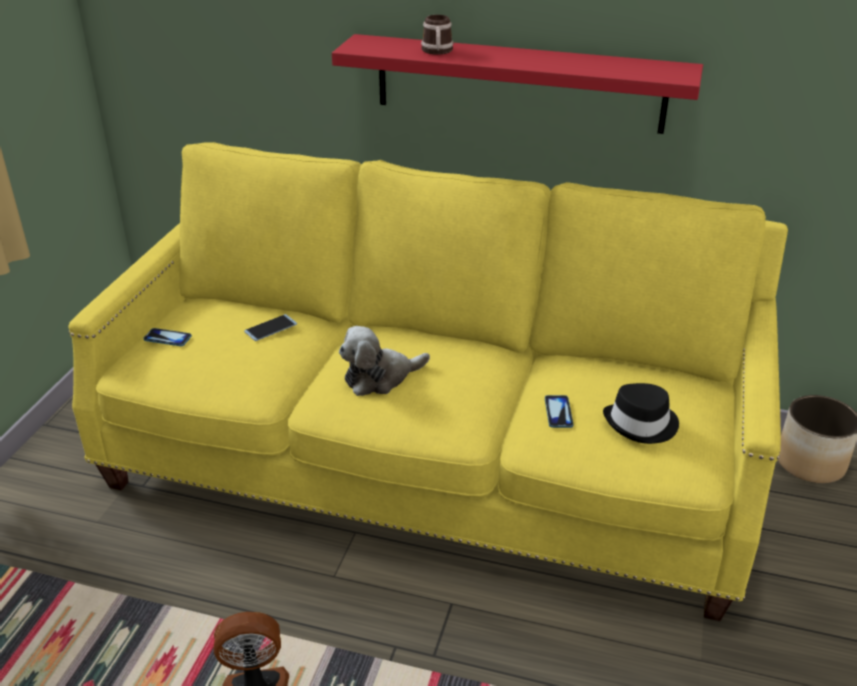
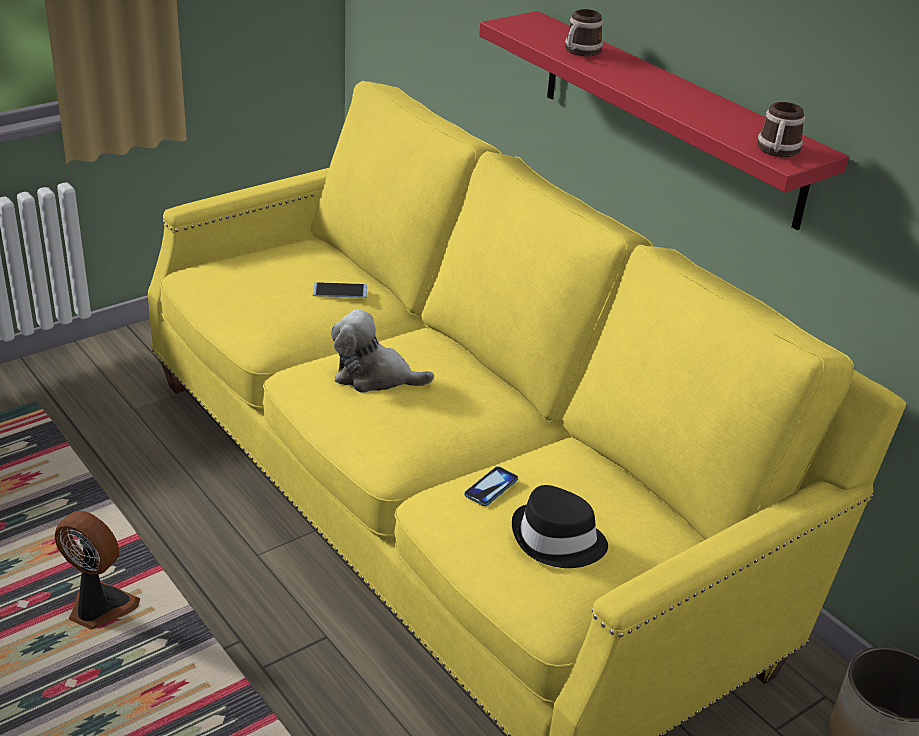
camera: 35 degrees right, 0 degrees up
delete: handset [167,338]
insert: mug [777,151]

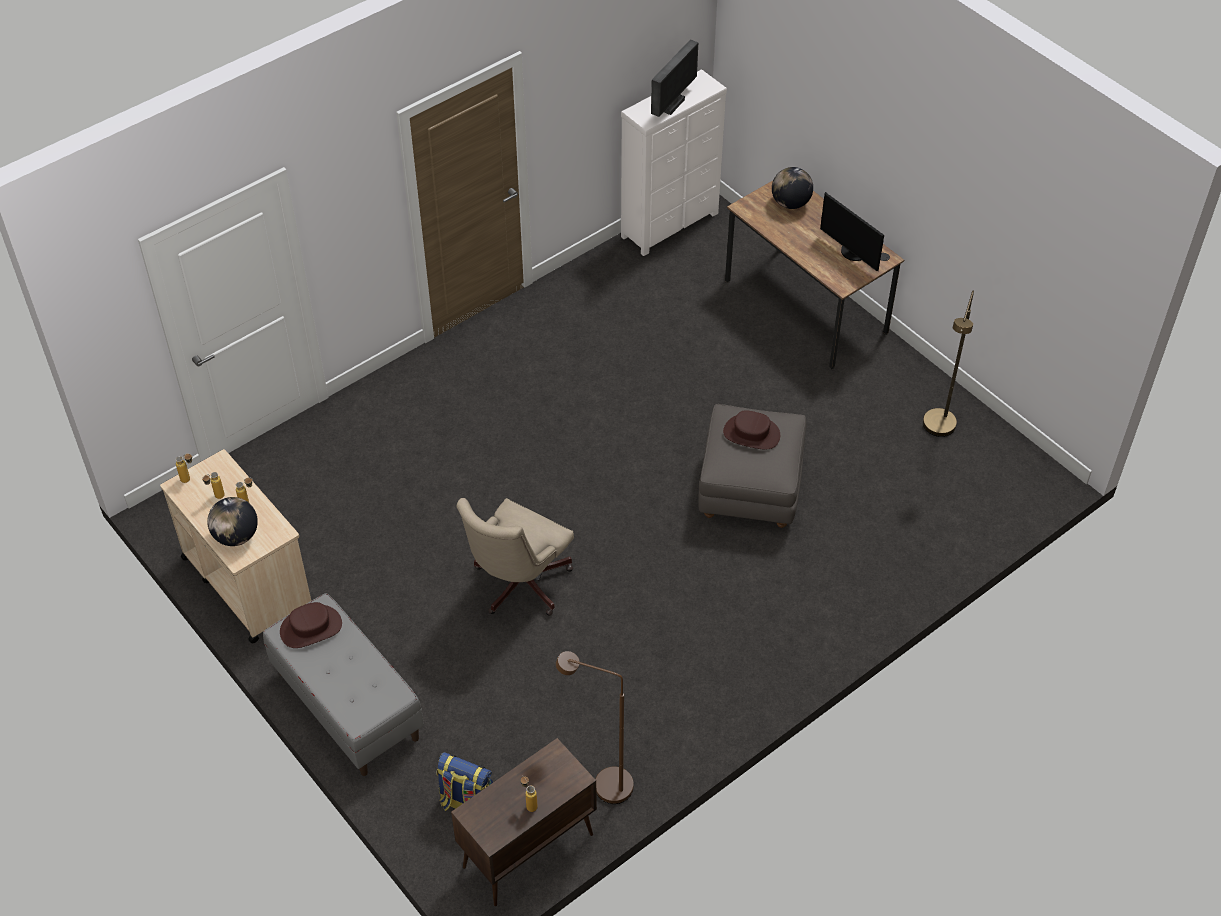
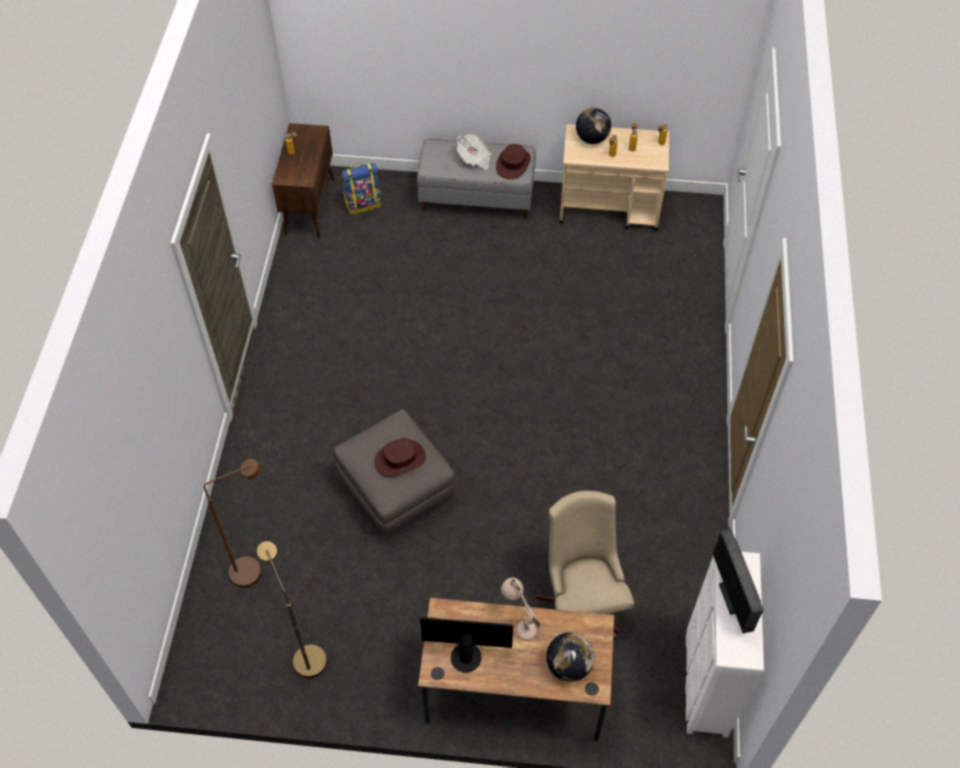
camera: 135 degrees right, 5 degrees up
insert: daily paper [474,159]; lamp for a table/sand-coloured [519,621]
move: desk chair/sand-coloured [517,585] to [581,600]; floor lamp/brown [602,785] to [253,568]

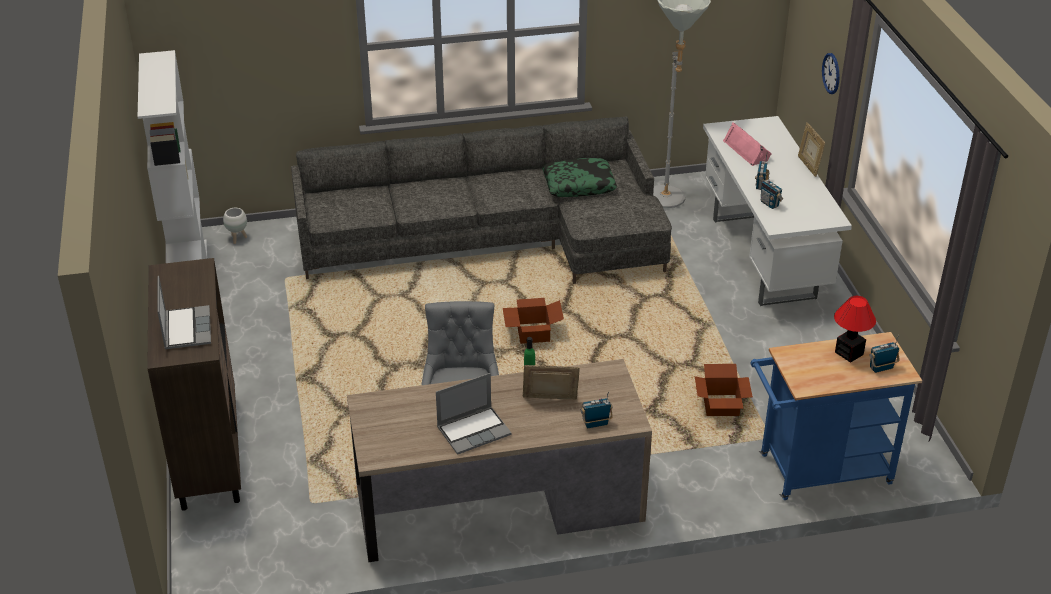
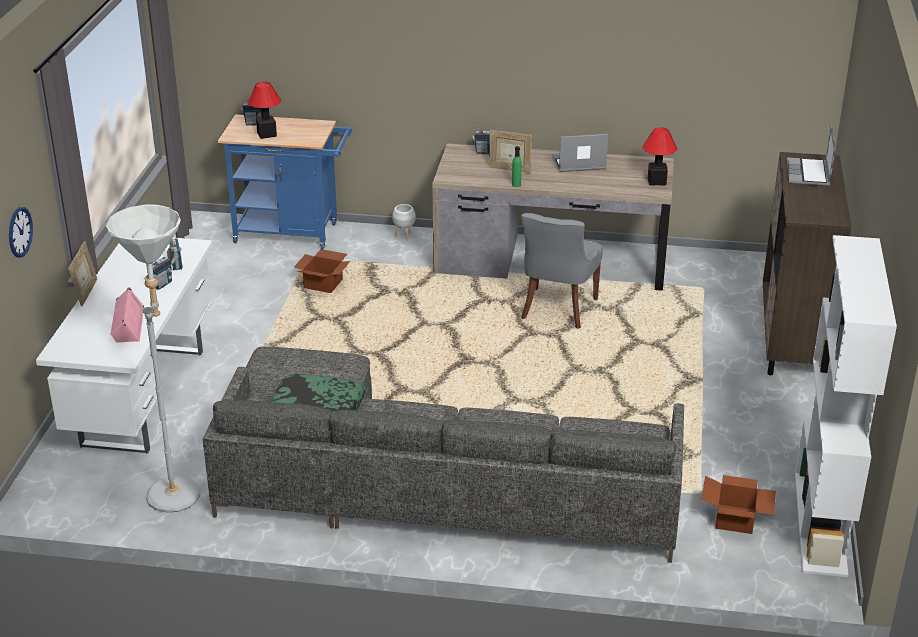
camera: 160 degrees left, 5 degrees down
insert: lamp for a table [656,181]
move: flower pot/whitish [237,239] to [404,236]; carton [532,333] to [736,520]

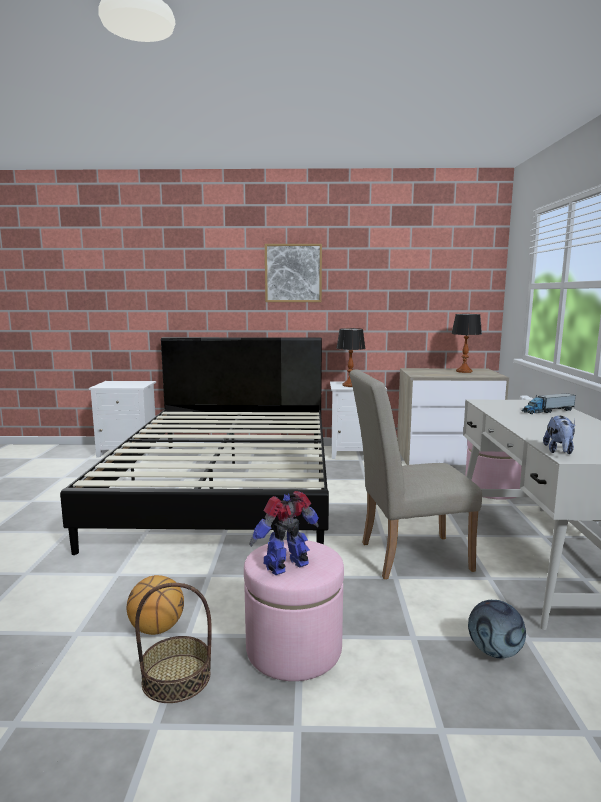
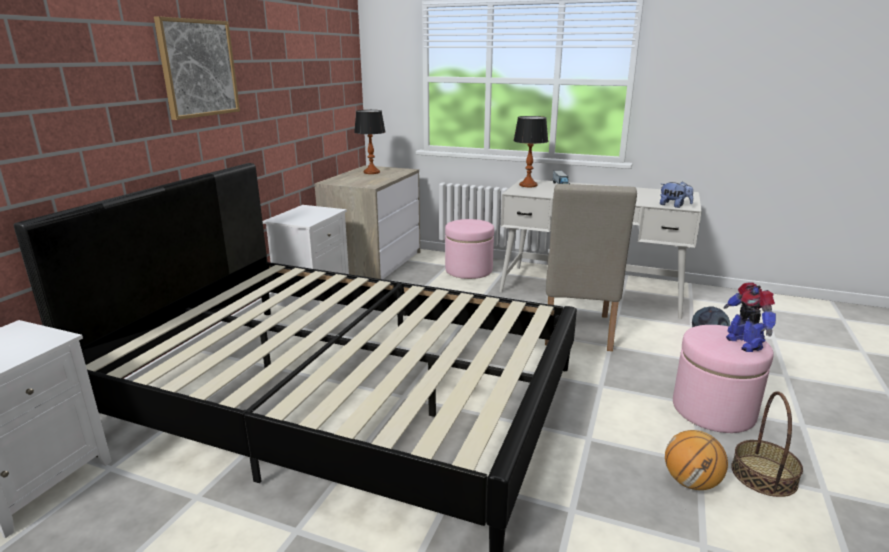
camera: 70 degrees left, 10 degrees up
move: lamp for a table [350,385] to [528,185]

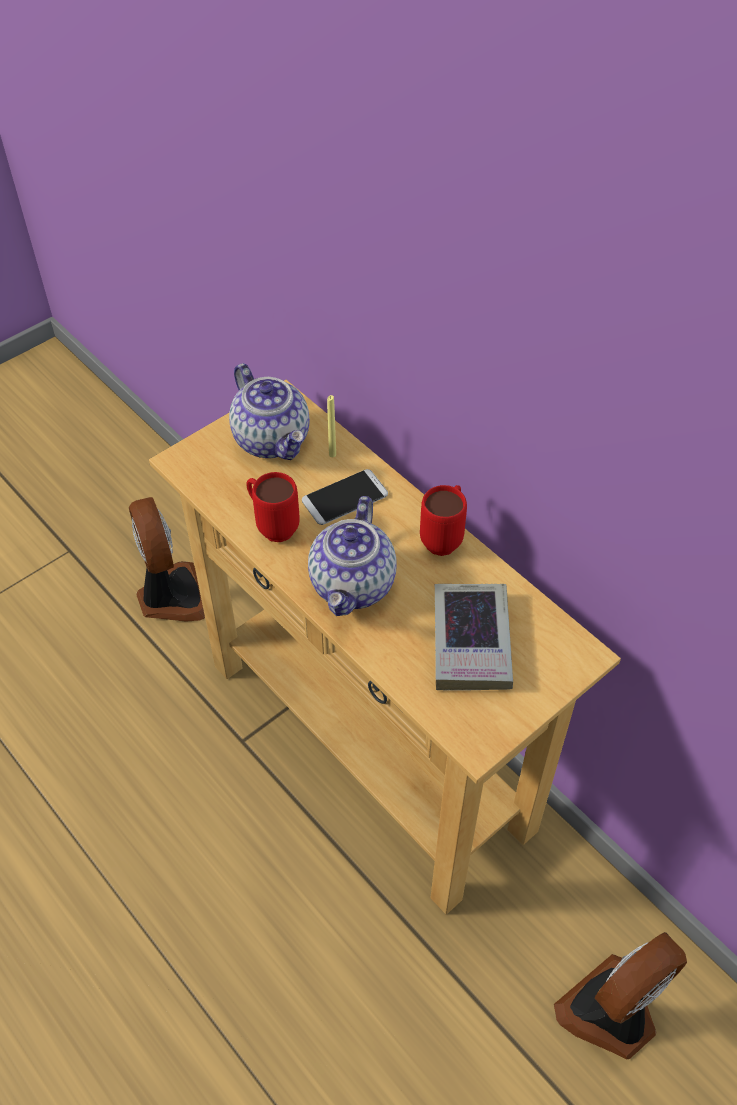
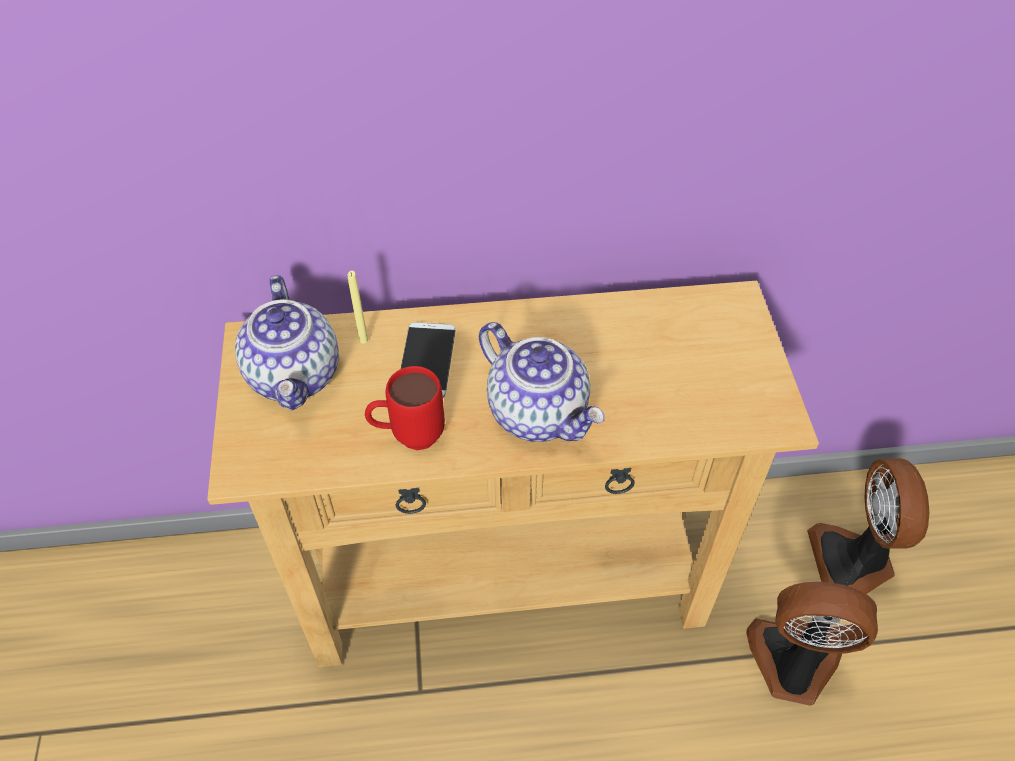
camera: 55 degrees left, 0 degrees up
delete: mug/red [444,537]; volume [471,642]
move: electric fan [171,596] to [792,664]
rotate: tea pot [273,440] = [296,375] 75 degrees clockwise

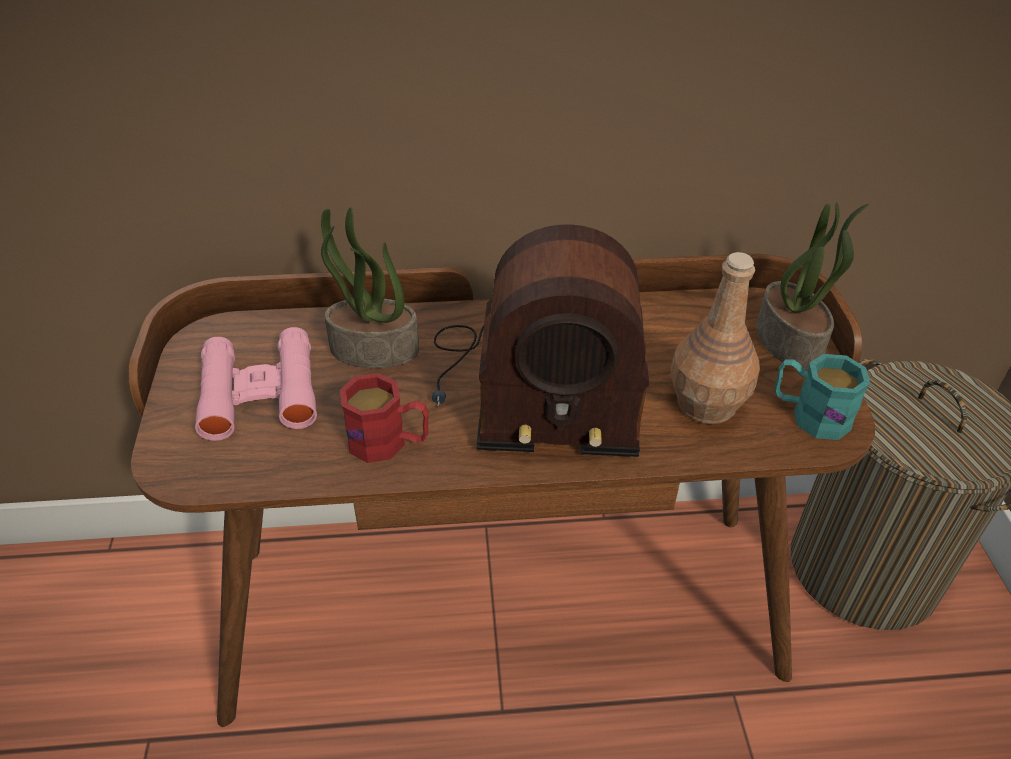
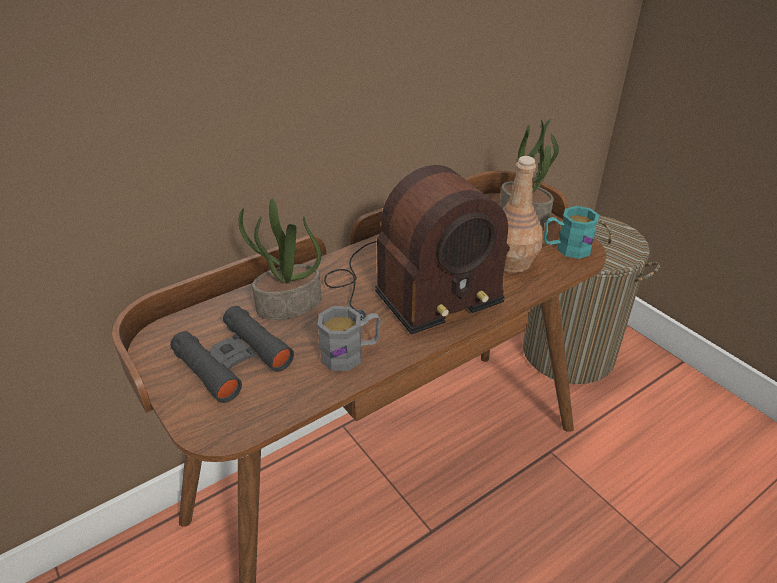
camera: 30 degrees left, 5 degrees down
recolor: field glasses/pink-coloured [259,393] to field glasses/black [233,360]; mug/red [389,442] to mug/grey [351,354]

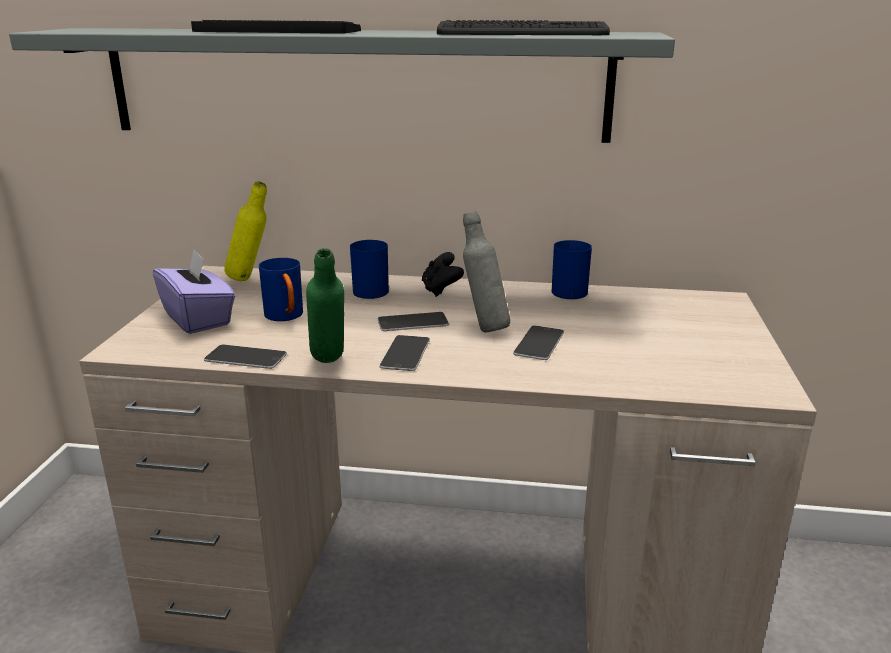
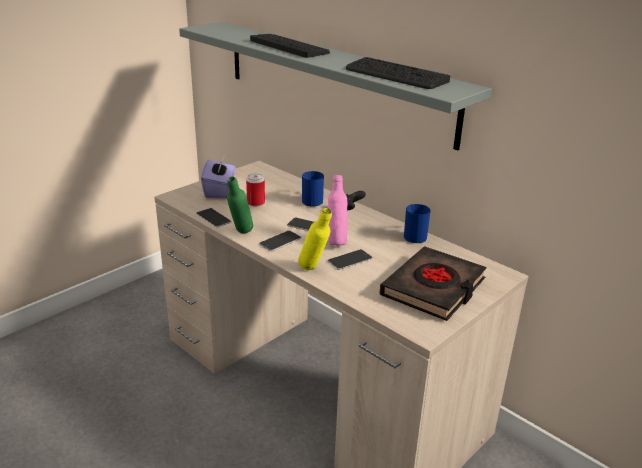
camera: 35 degrees right, 5 degrees up
insert: volume/black [433,288]
move: drink bottle/yellow-coloured [251,279] to [314,270]
replace: mug/blue-coloured [286,317] to can [256,203]
recolor: drink bottle/grey [484,328] to drink bottle/pink-coloured [336,241]

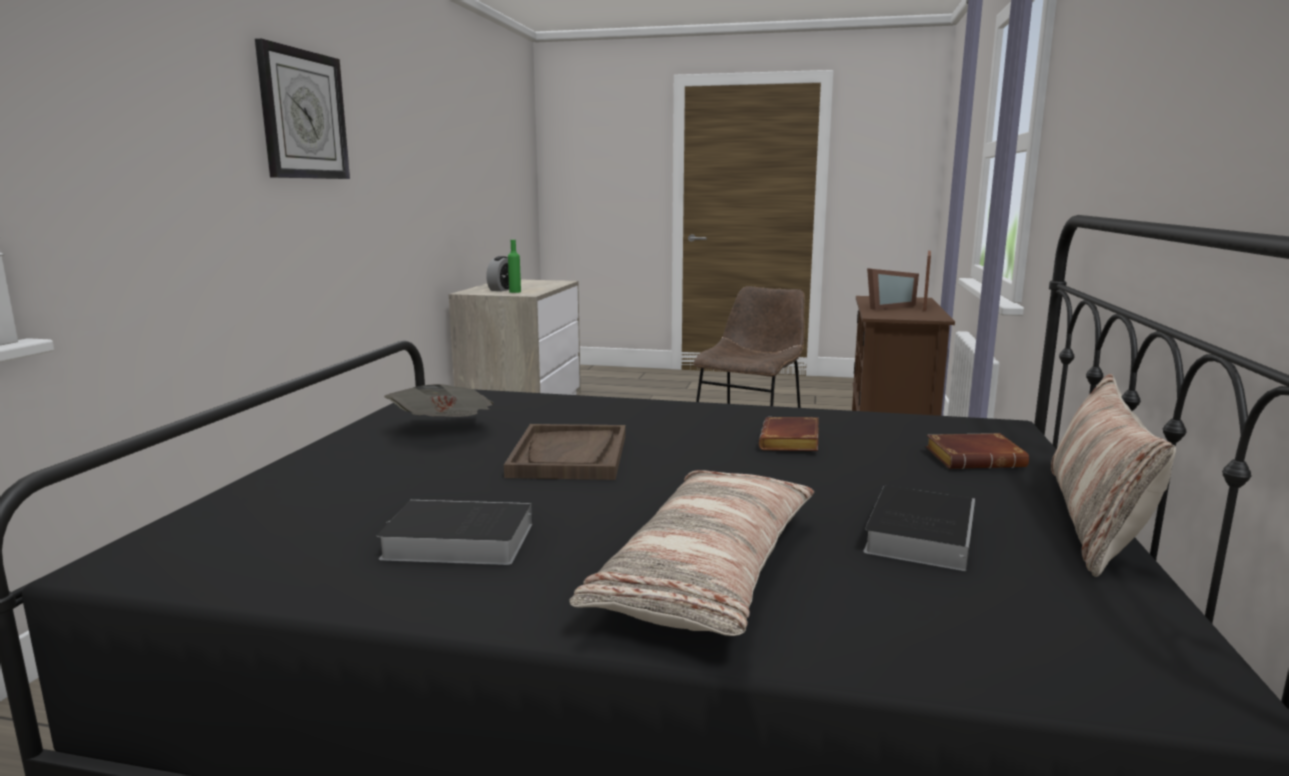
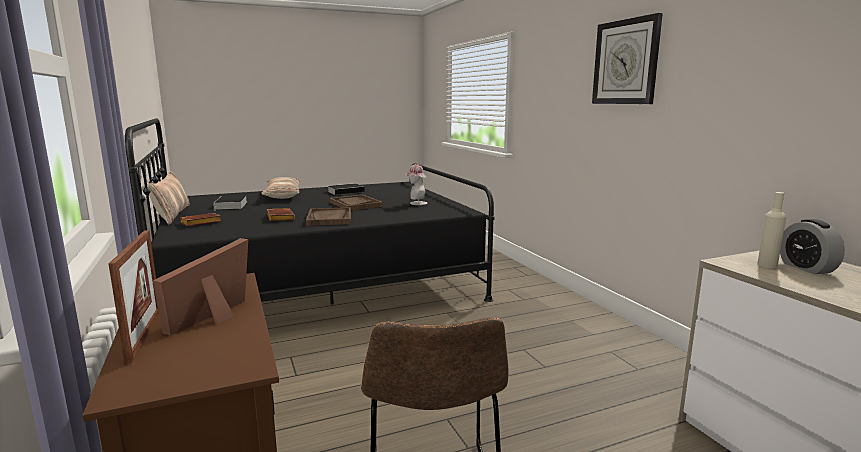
camera: 145 degrees right, 0 degrees up
insert: tray/brown [329,218]
replace: daily paper [444,430] to clothing hat [416,203]
recolor: drink bottle/green-coloured [515,292] to drink bottle/sand-coloured [767,265]

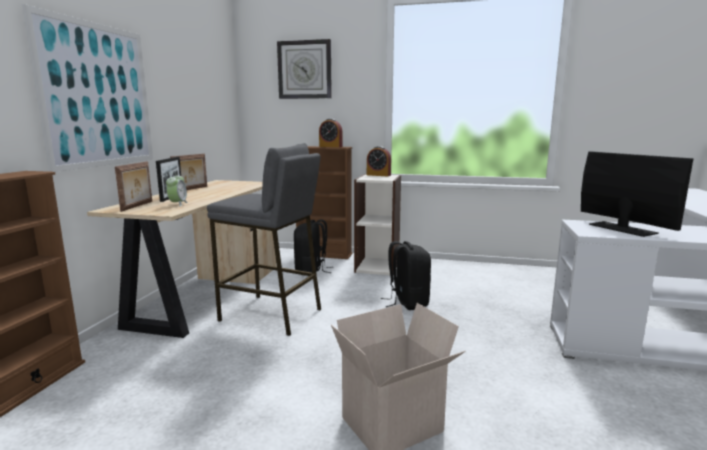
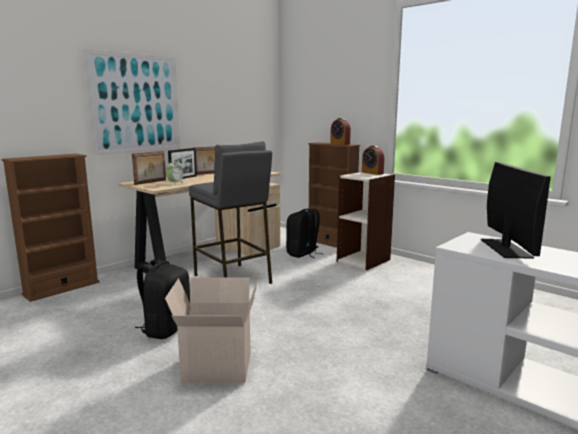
camera: 30 degrees right, 0 degrees up
delete: hanging clock [304,70]
move: knapsack/black [407,302] to [166,329]

